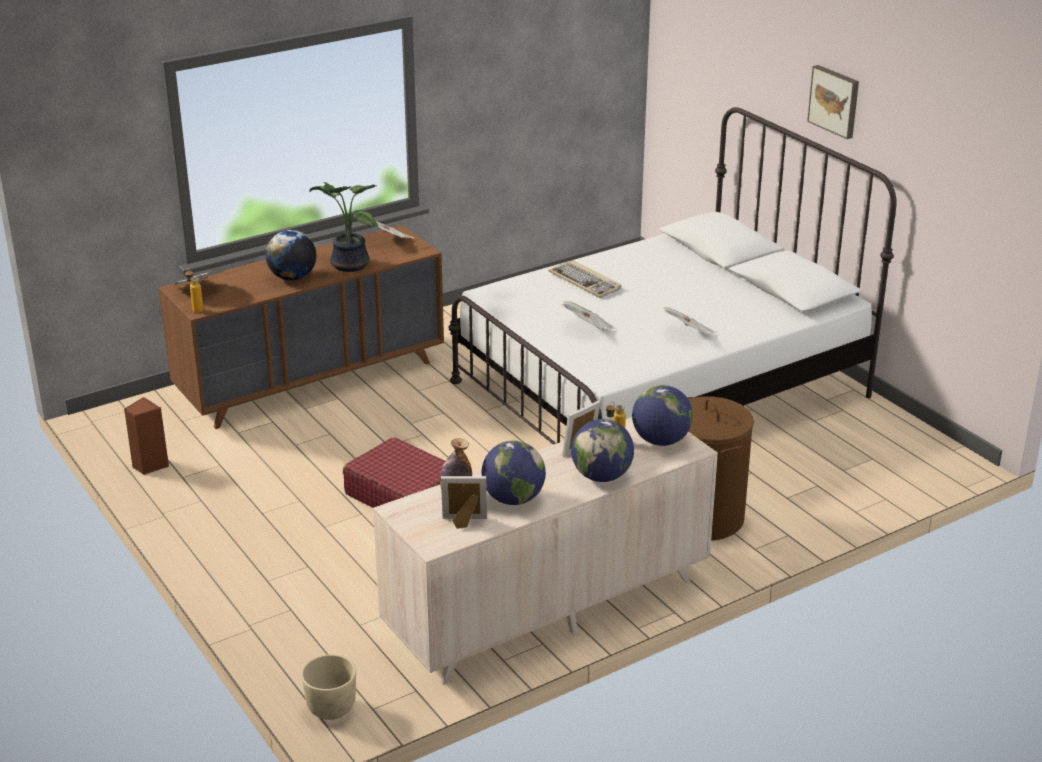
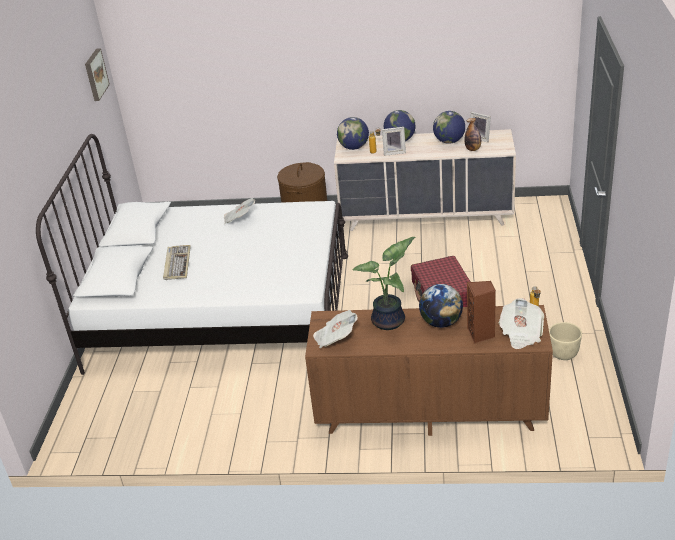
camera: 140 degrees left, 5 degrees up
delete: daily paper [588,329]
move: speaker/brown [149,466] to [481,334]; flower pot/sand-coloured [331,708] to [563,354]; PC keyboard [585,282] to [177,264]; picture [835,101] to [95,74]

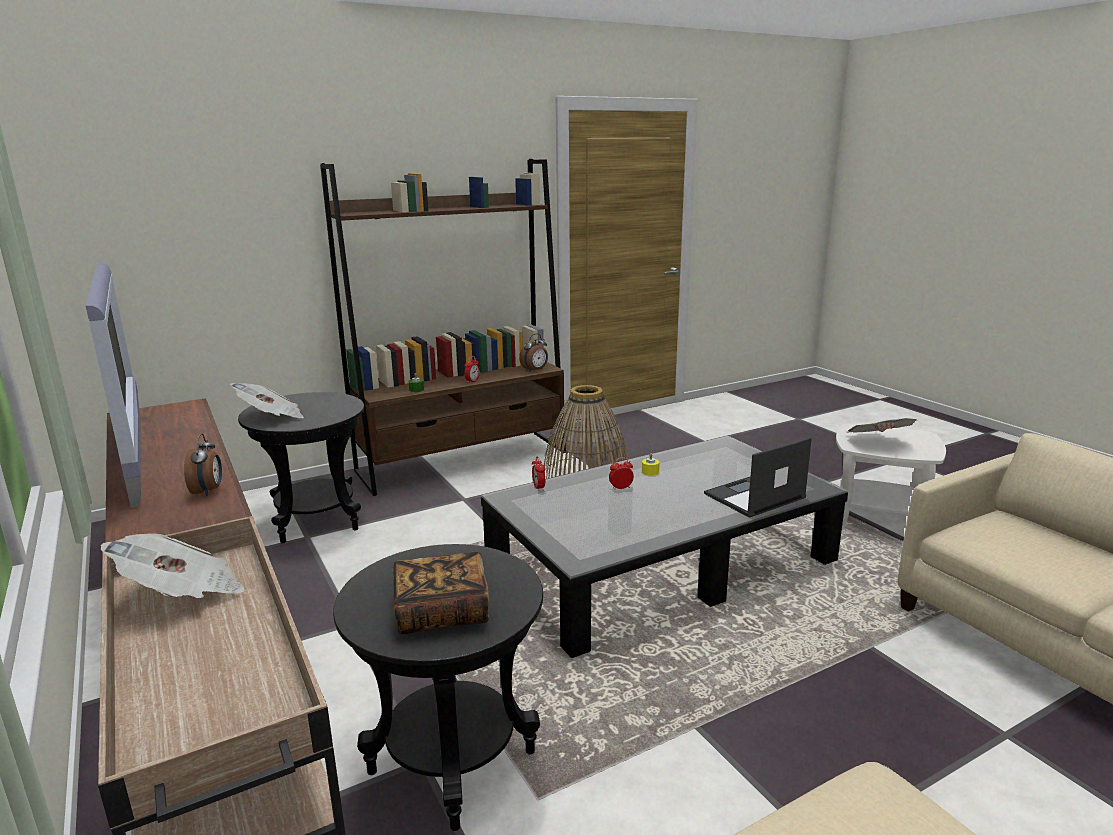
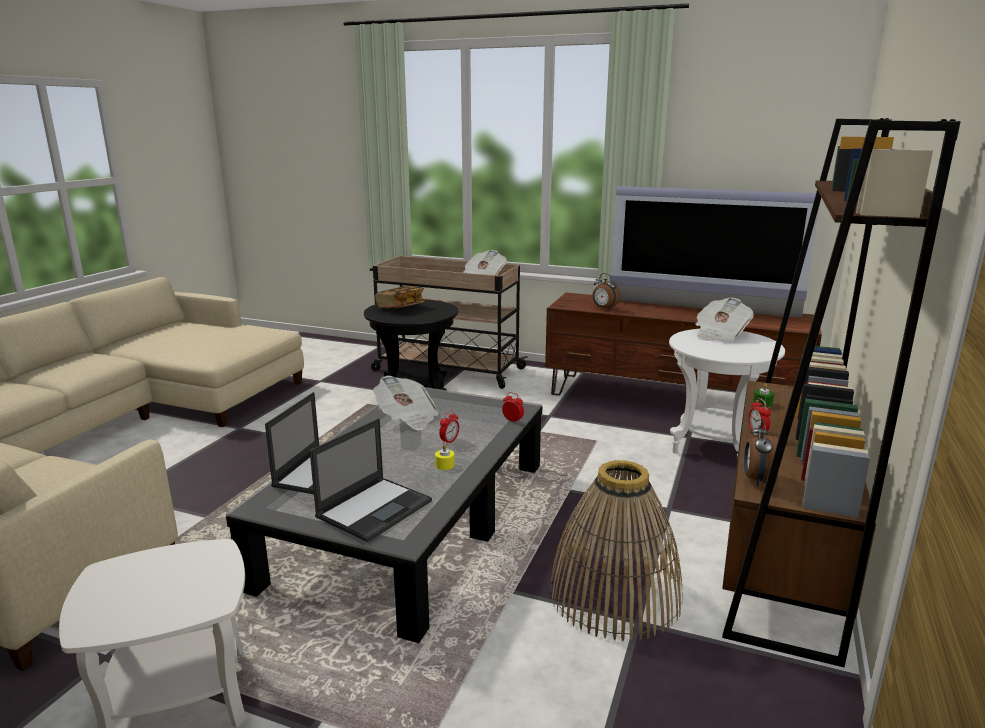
camera: 140 degrees right, 0 degrees up
insert: laptop [375,508]
move: daily paper [878,442] to [407,418]
recolor: accent table/black [317,521] to accent table/whitish [713,447]

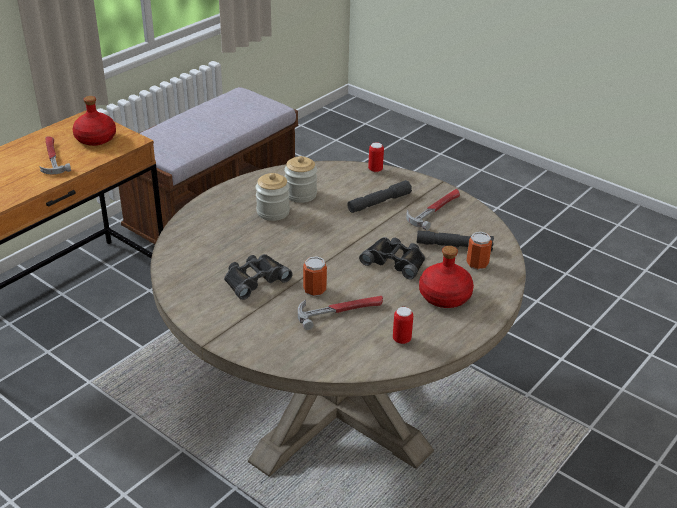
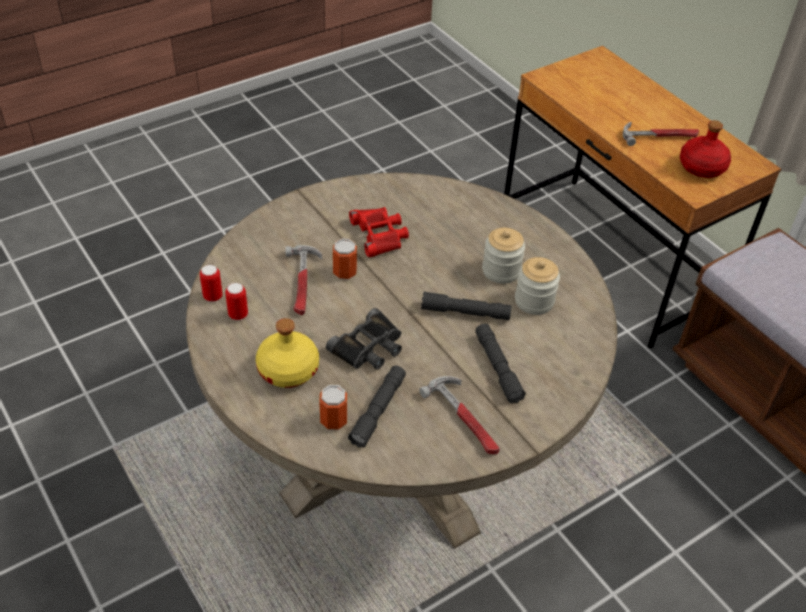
camera: 105 degrees right, 10 degrees up
insert: hand torch/grey [465,312]
move: can [375,170] to [213,296]
recolor: field glasses/black [254,279] to field glasses/red [380,235]; drink bottle/red [444,296] to drink bottle/yellow-coloured [289,369]

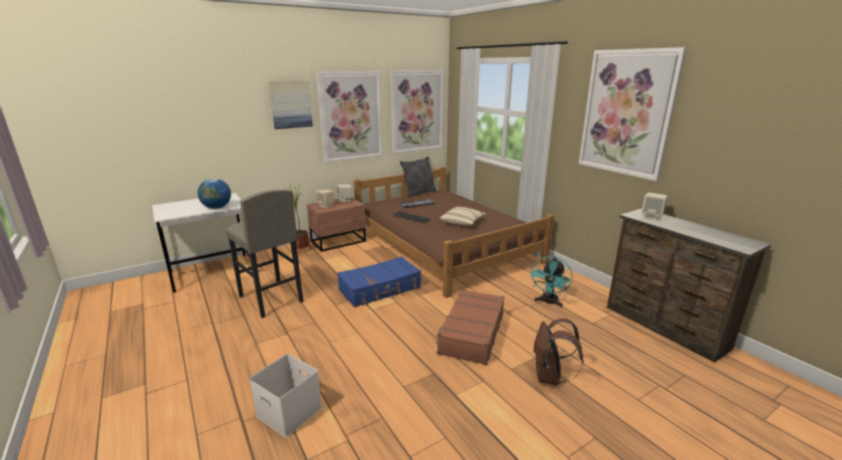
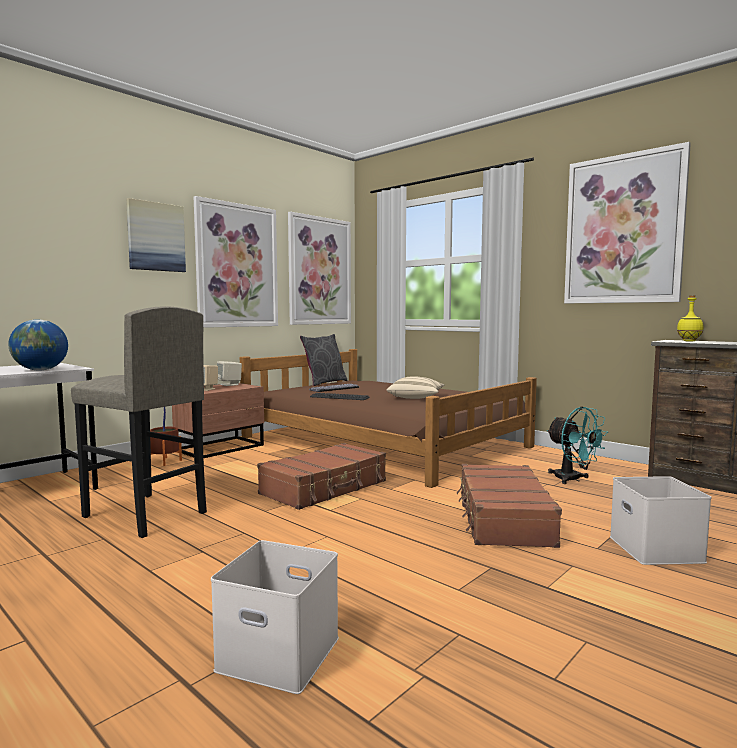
camera: 15 degrees left, 15 degrees down
replace: knapsack/brown [549,377] to storage container/whitish [658,550]; speaker/sand-coloured [652,217] to drink bottle/yellow-coloured [689,341]
recolor: travel case/blue-coloured [380,289] to travel case/brown [325,488]
rotate: electric fan/turquoise-coloured [548,302] = [573,479] 45 degrees counterclockwise

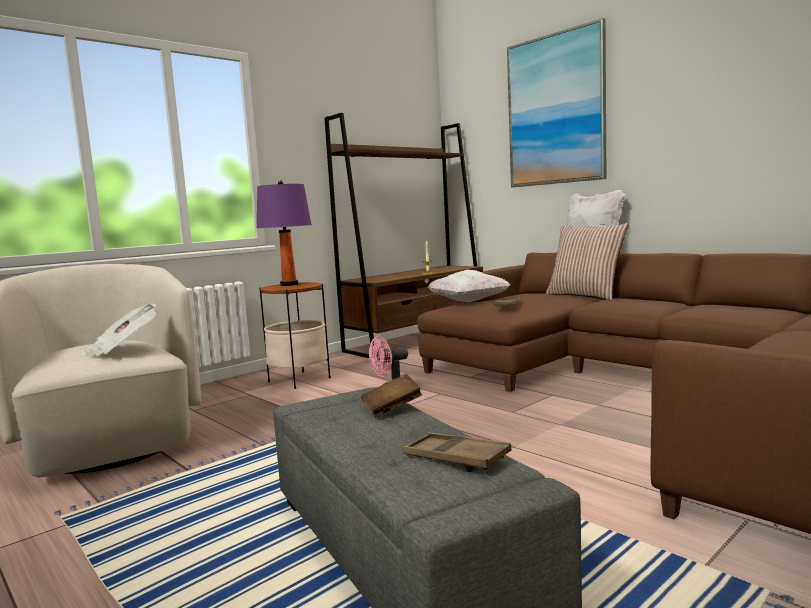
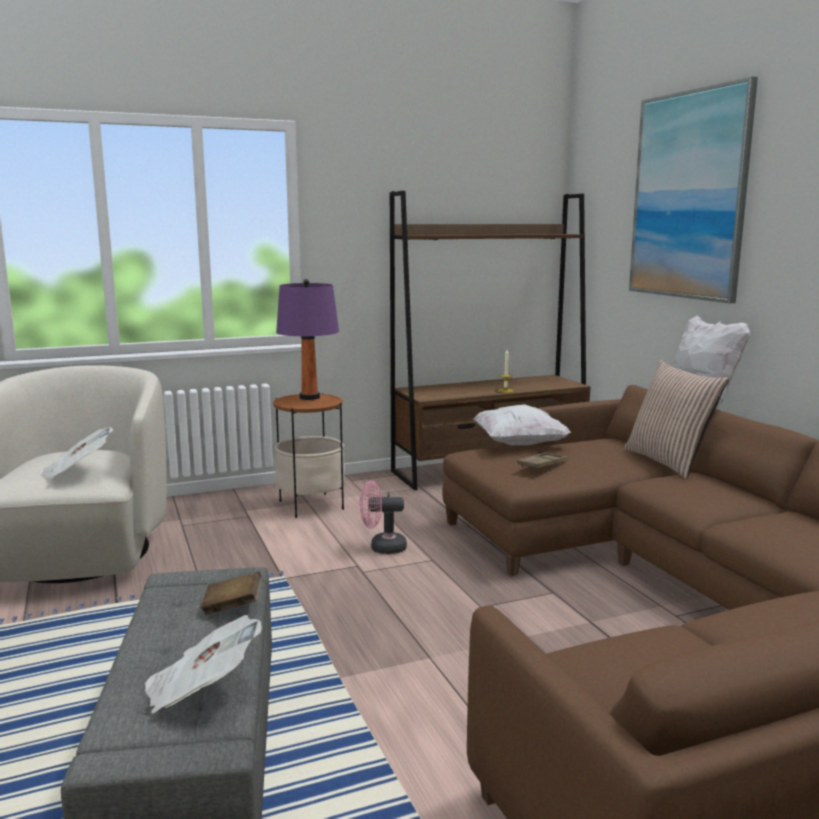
camera: 20 degrees right, 5 degrees up
replace: tray/brown [455,458] to daily paper [201,690]

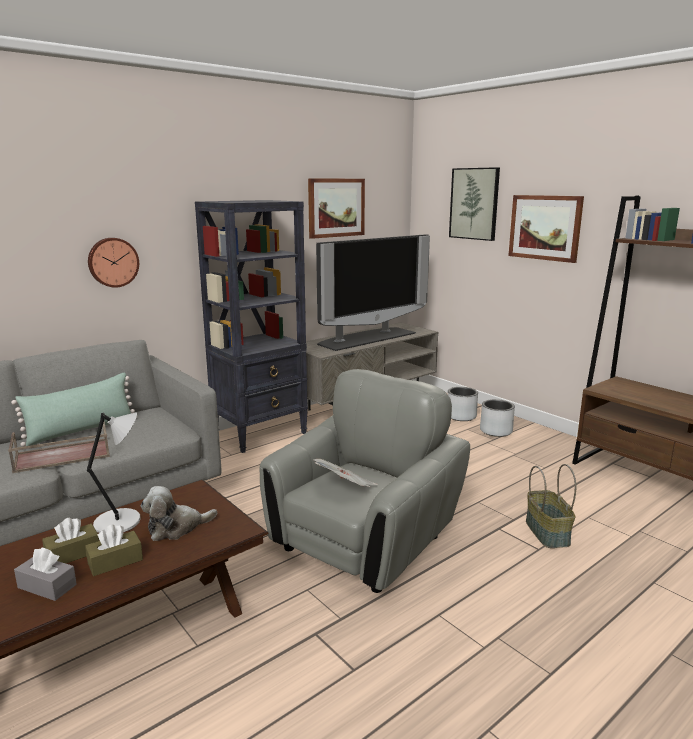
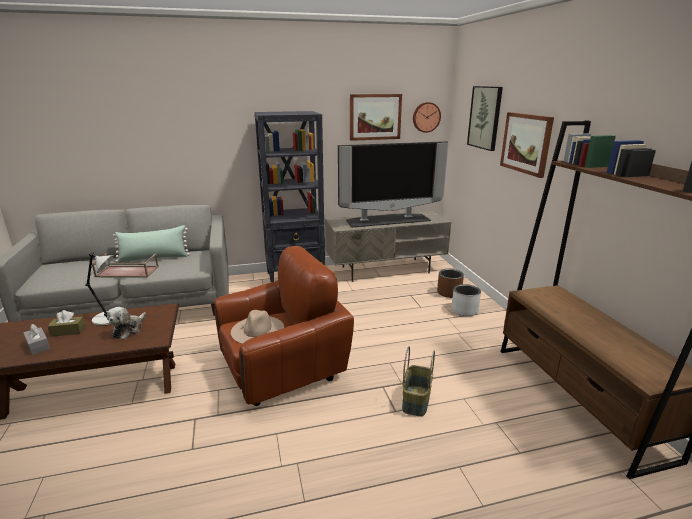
camera: 25 degrees right, 5 degrees up
delete: box of tissues/brown [115,561]
move: hanging clock [113,262] to [426,117]
replace: daily paper [346,488] to clothing hat/sand-coloured [258,329]
recolor: armchair/grey [364,541] to armchair/brown [283,368]; flower pot/grey [461,416] to flower pot/brown [449,293]
rotate: soft toy [176,528] = [129,330] 75 degrees counterclockwise

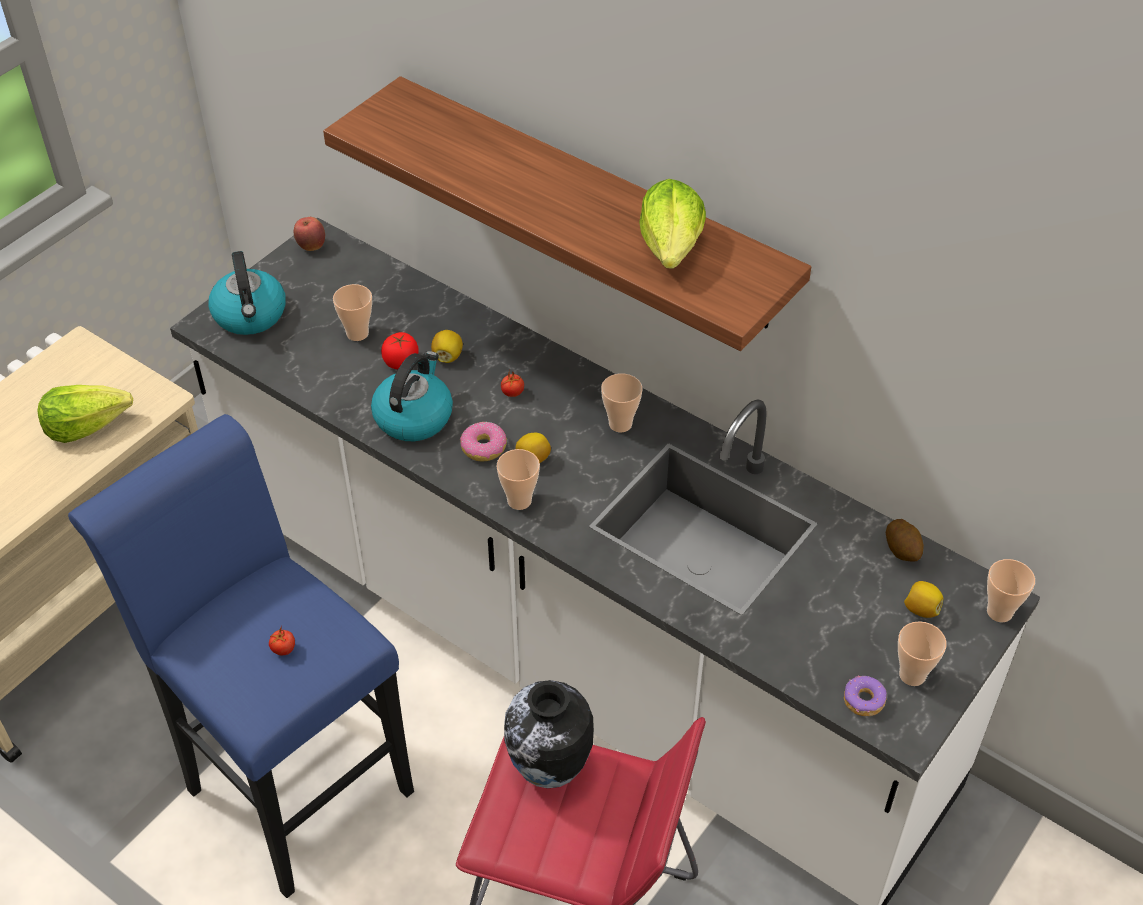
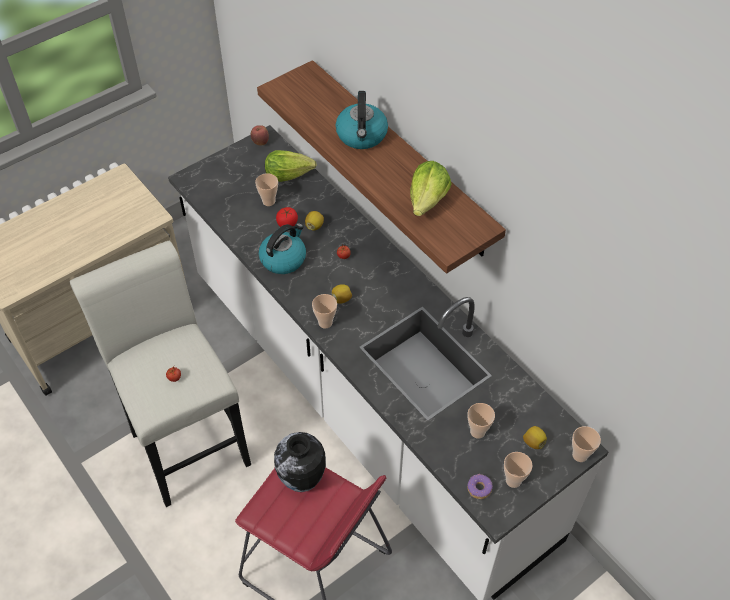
camera: 15 degrees right, 5 degrees up
delete: doughnut [484,448]; potato [902,549]
move: lettuce [86,425] to [288,174]; kettle [250,315] to [362,136]; small cup [620,424] to [477,431]
recolor: sitting stool/blue-coloured [289,780] to sitting stool/whitish [186,441]

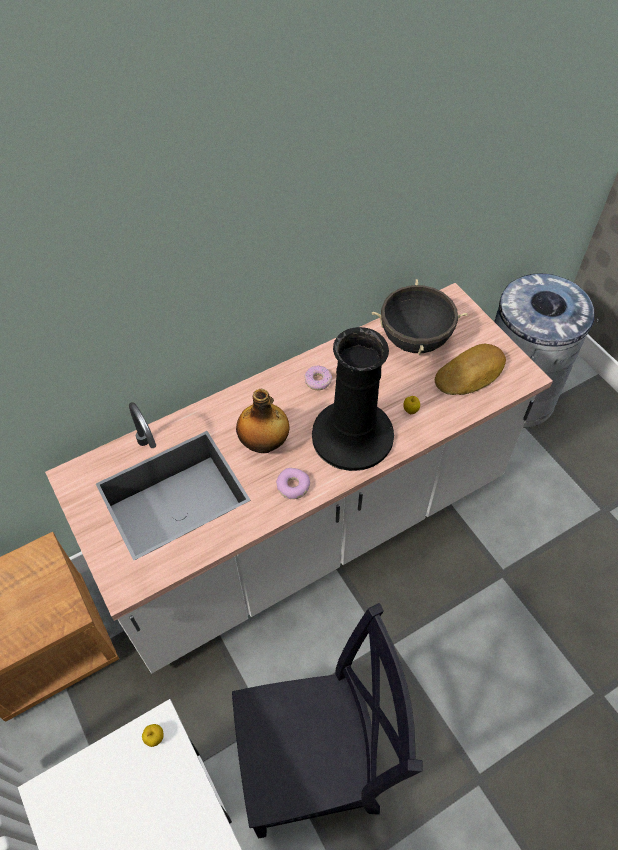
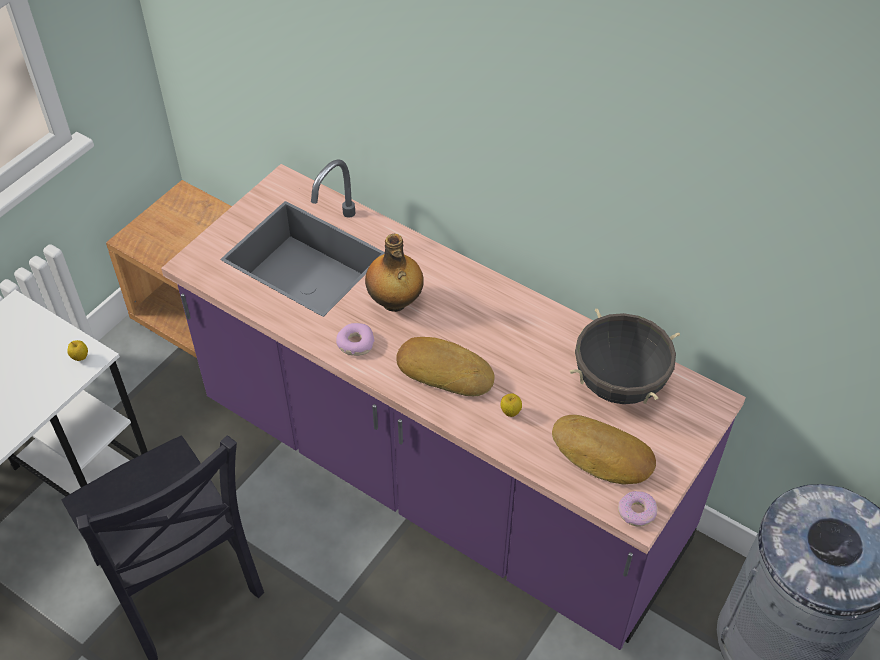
camera: 65 degrees right, 5 degrees down
move: doughnut [318,381] to [637,512]
replace: flower vase/black [351,436] to baked bread [445,370]
recolor: kitchen counter/whitish [310,529] to kitchen counter/purple [440,476]

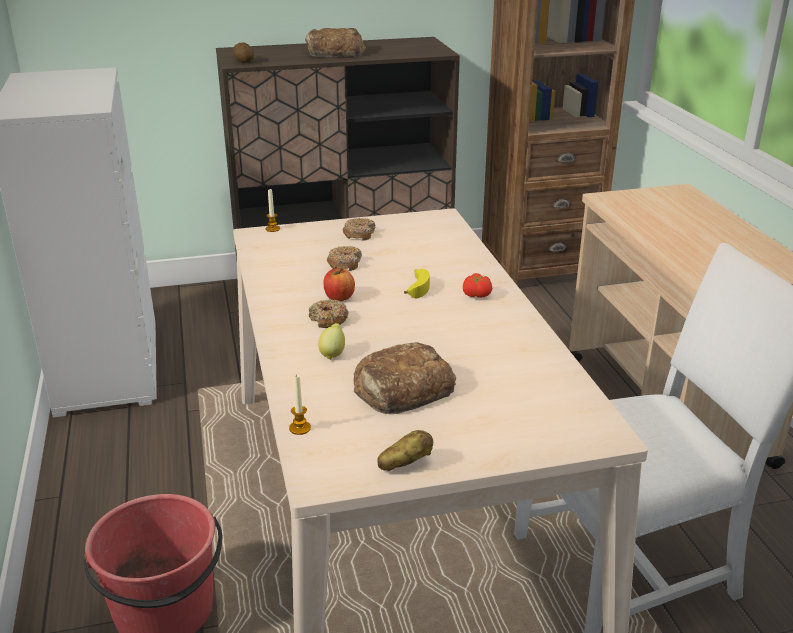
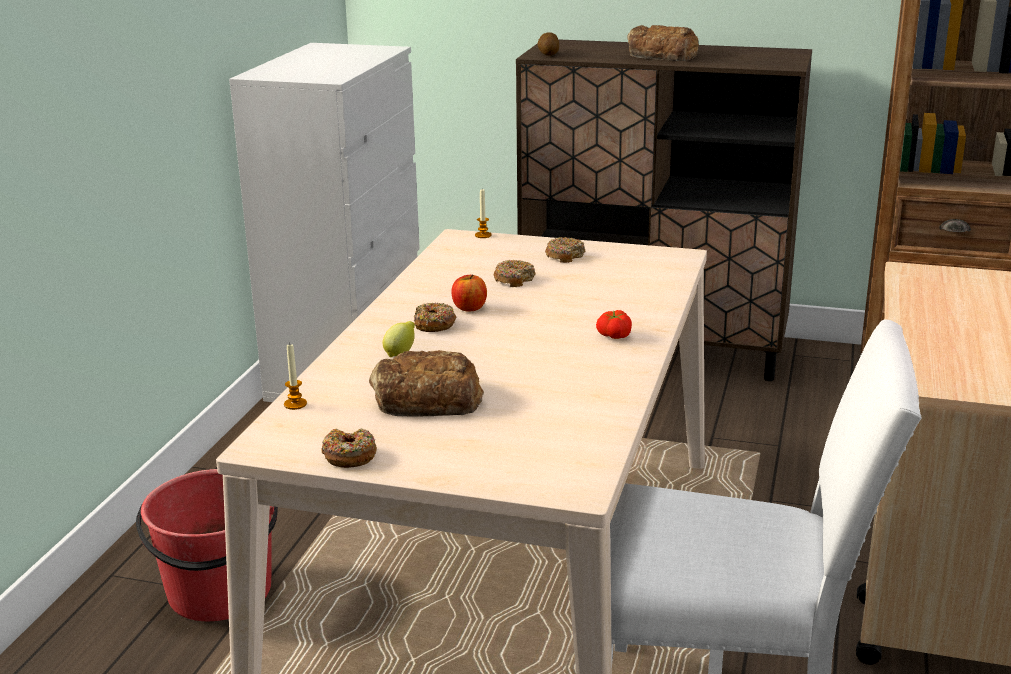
camera: 30 degrees right, 5 degrees down
delete: whole banana [416,287]
replace: potato [405,464] to doughnut [349,456]

